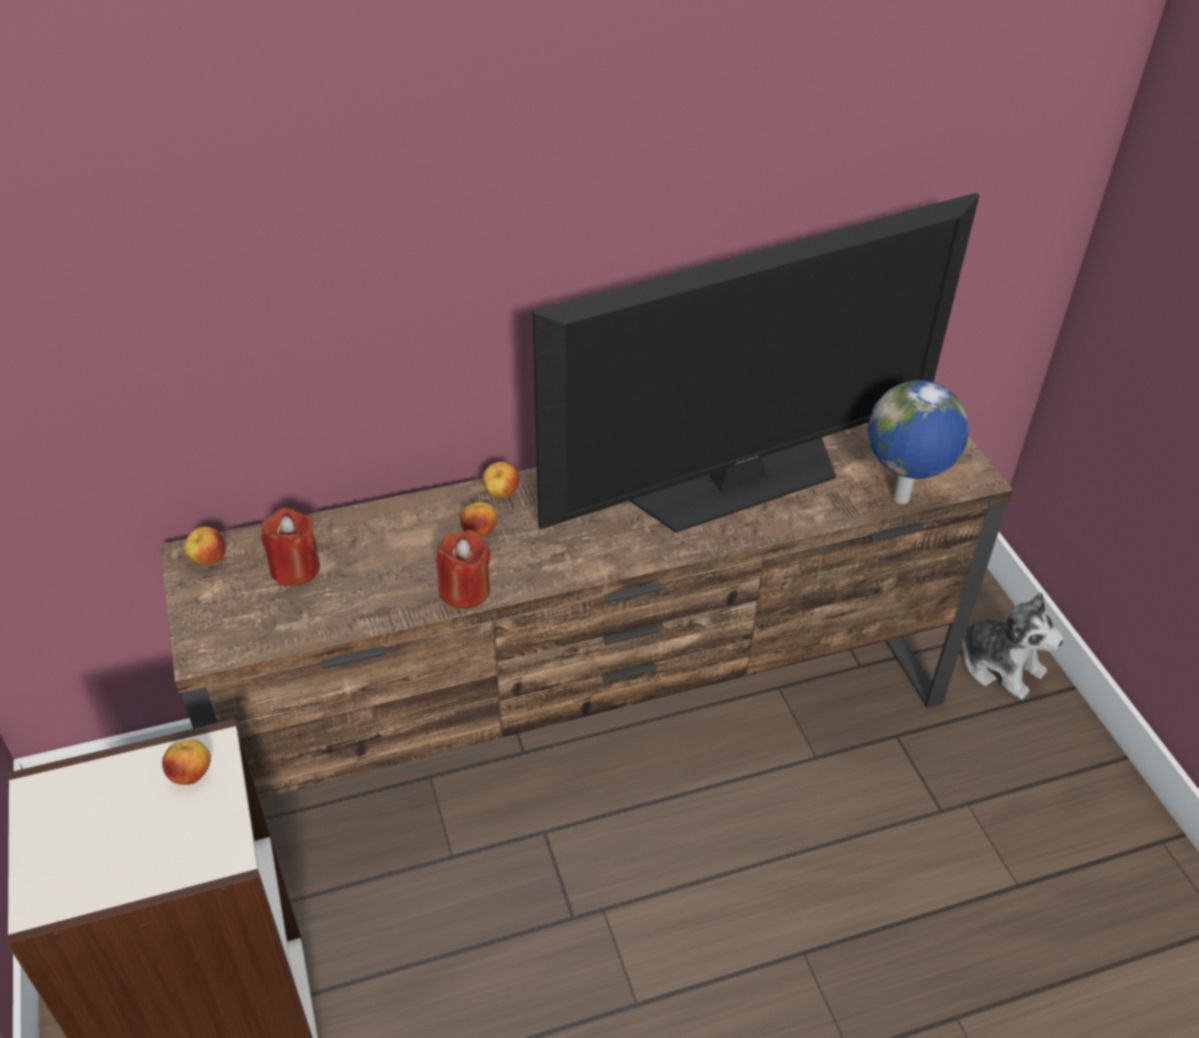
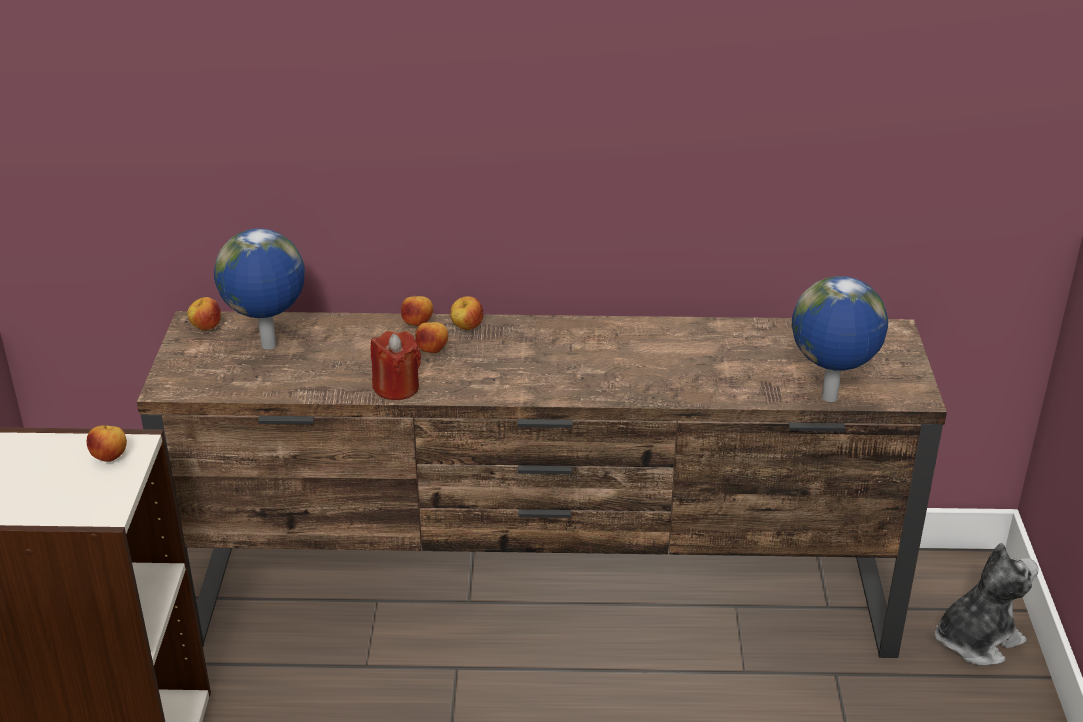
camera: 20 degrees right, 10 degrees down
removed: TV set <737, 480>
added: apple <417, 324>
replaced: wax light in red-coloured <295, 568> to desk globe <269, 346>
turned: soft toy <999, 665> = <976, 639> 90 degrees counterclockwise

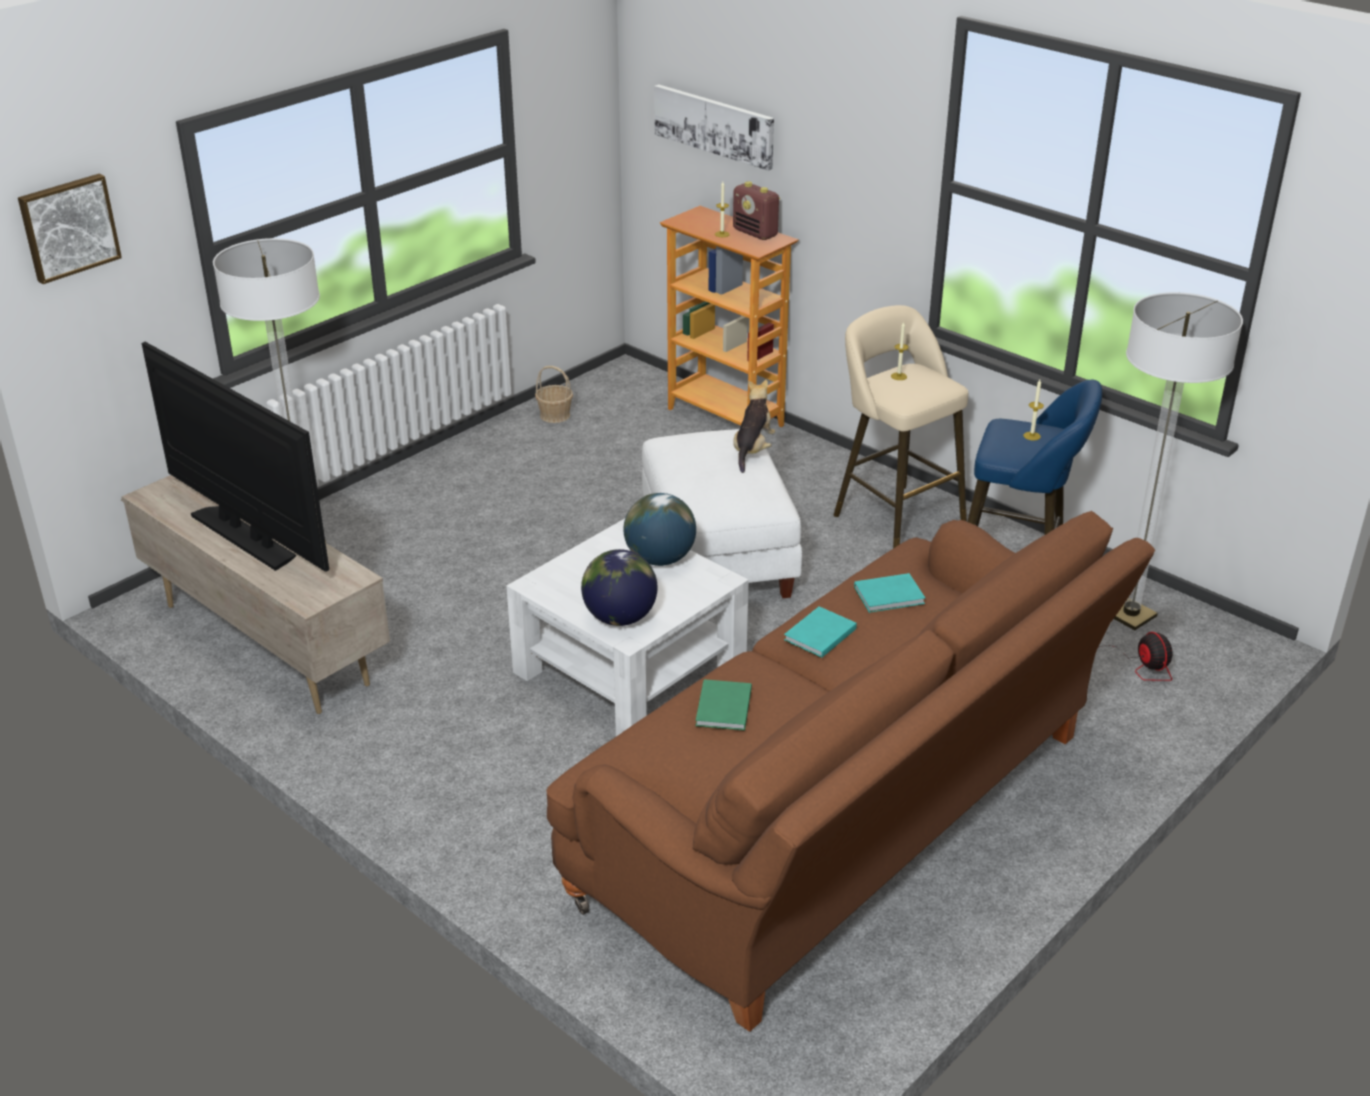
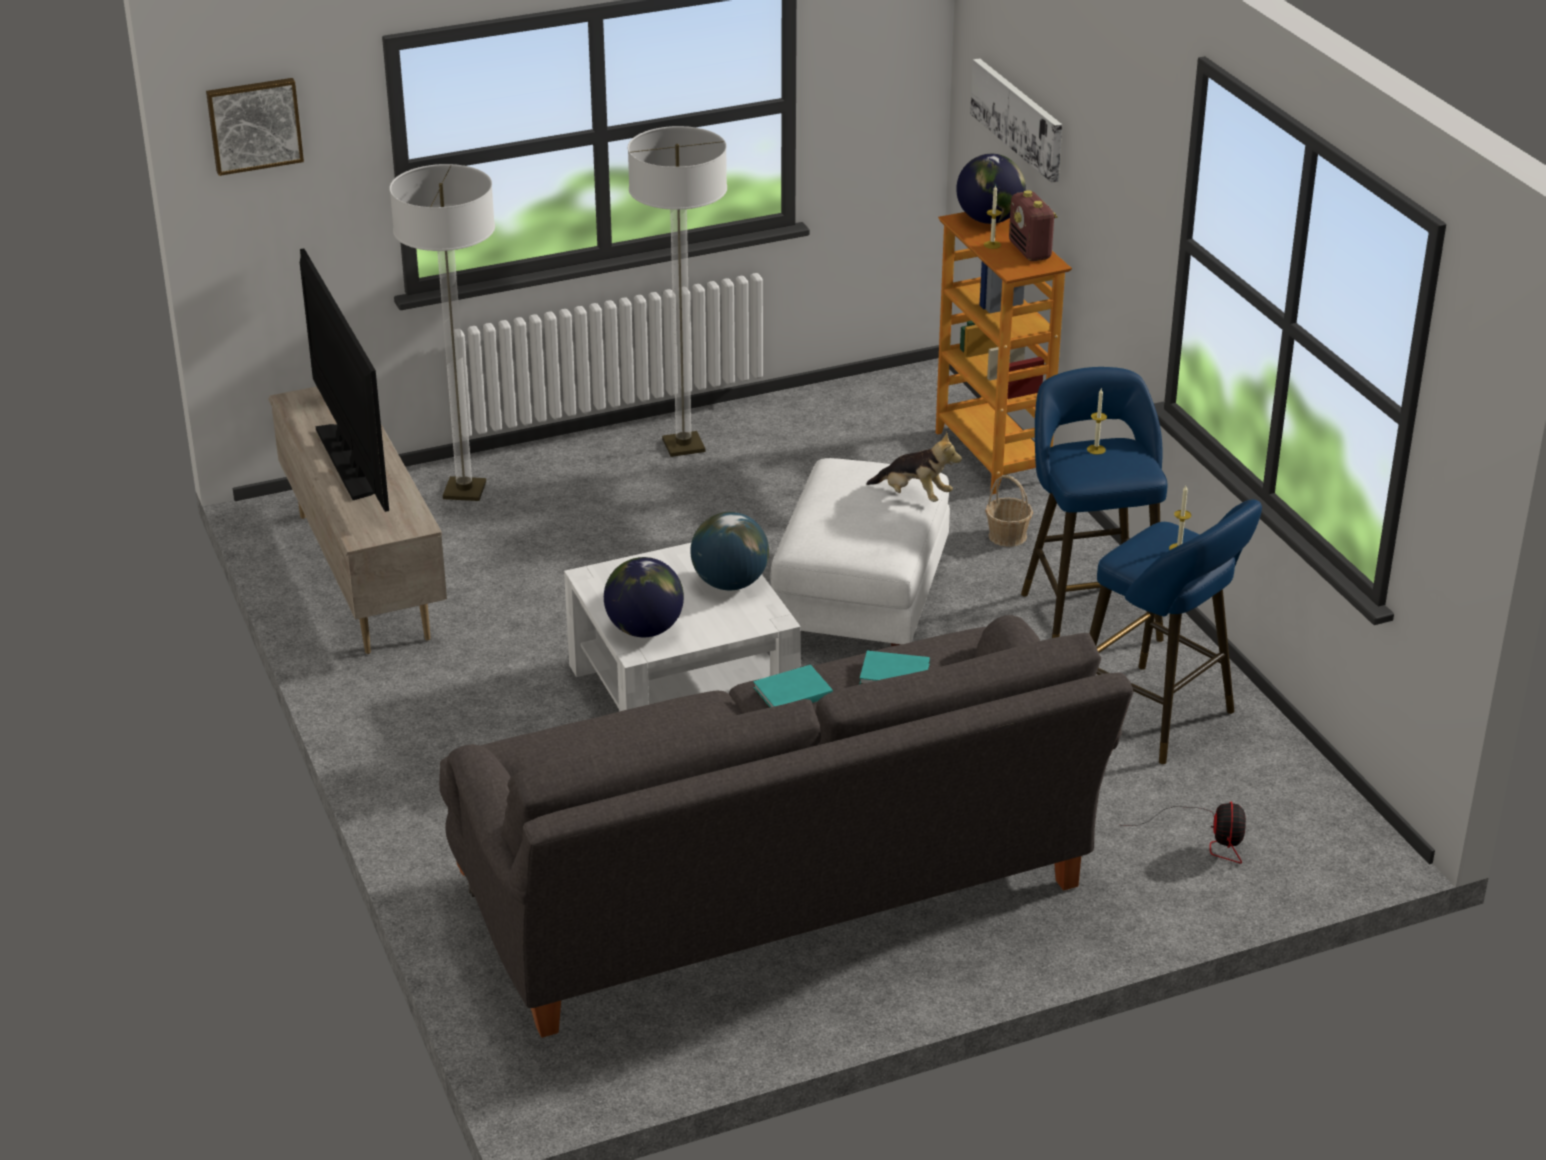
camera: 25 degrees right, 0 degrees up
removed: bound book in greenish <722, 709>
added: desk globe <989, 220>
moved: basket <555, 415> to <1007, 536>; floor lamp <1130, 616> to <683, 446>
recoloured: sofa in brown <849, 823> to sofa in greyish <779, 896>; sitting stool in beige <894, 516> to sitting stool in blue <1088, 612>
turned: soft toy <752, 450> = <914, 495> 75 degrees clockwise

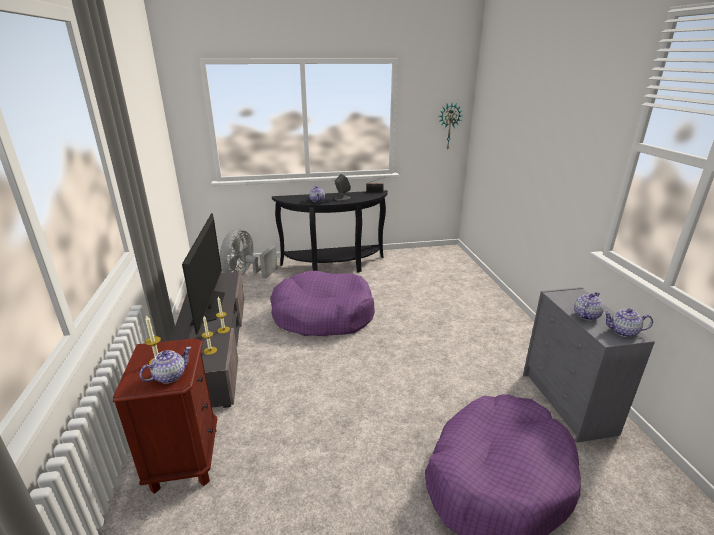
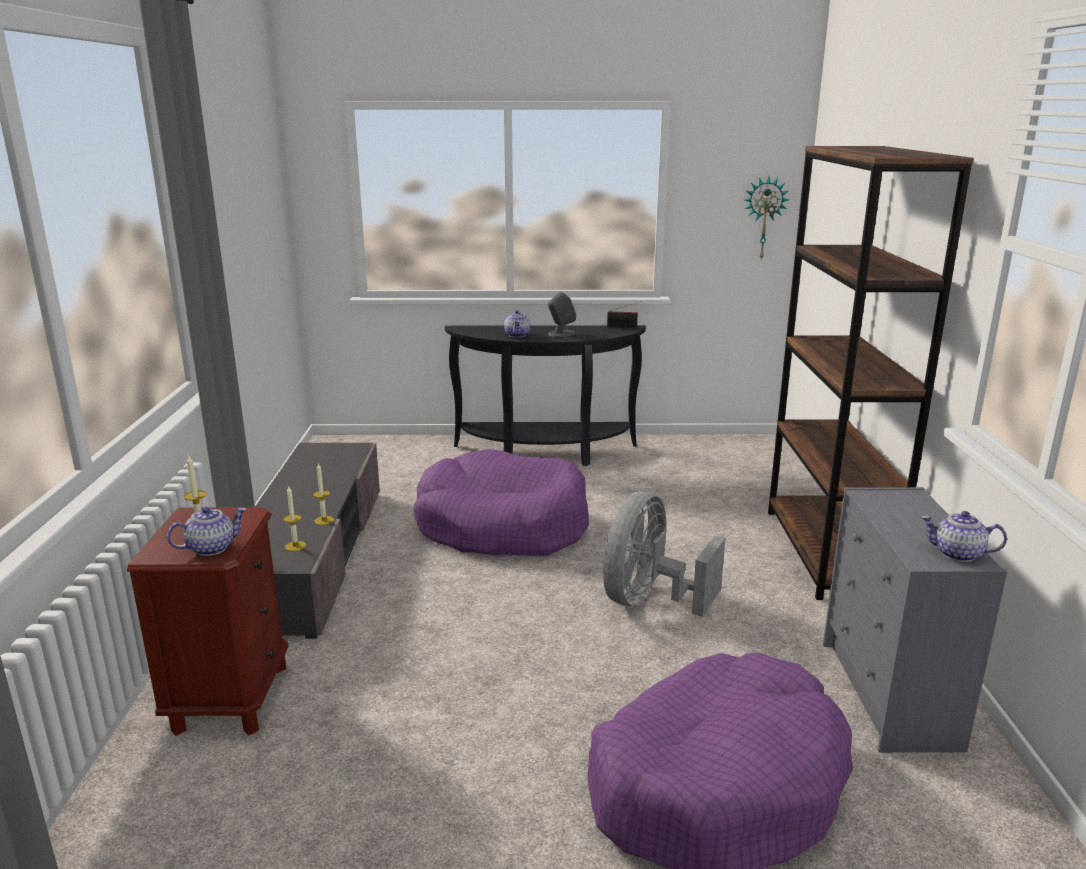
camera: 10 degrees right, 5 degrees down
removed: TV set <209, 306>; teapot <586, 315>
added: shelving unit in brown <826, 552>
moved: fan in greyish <246, 274> to <649, 600>

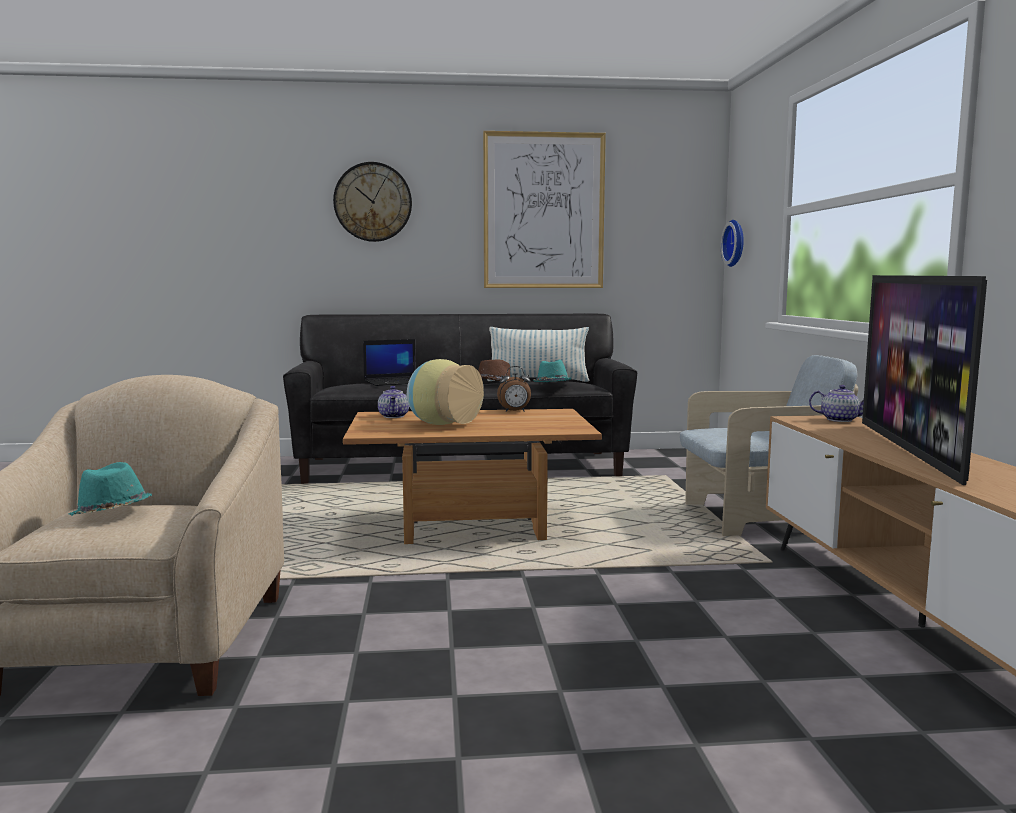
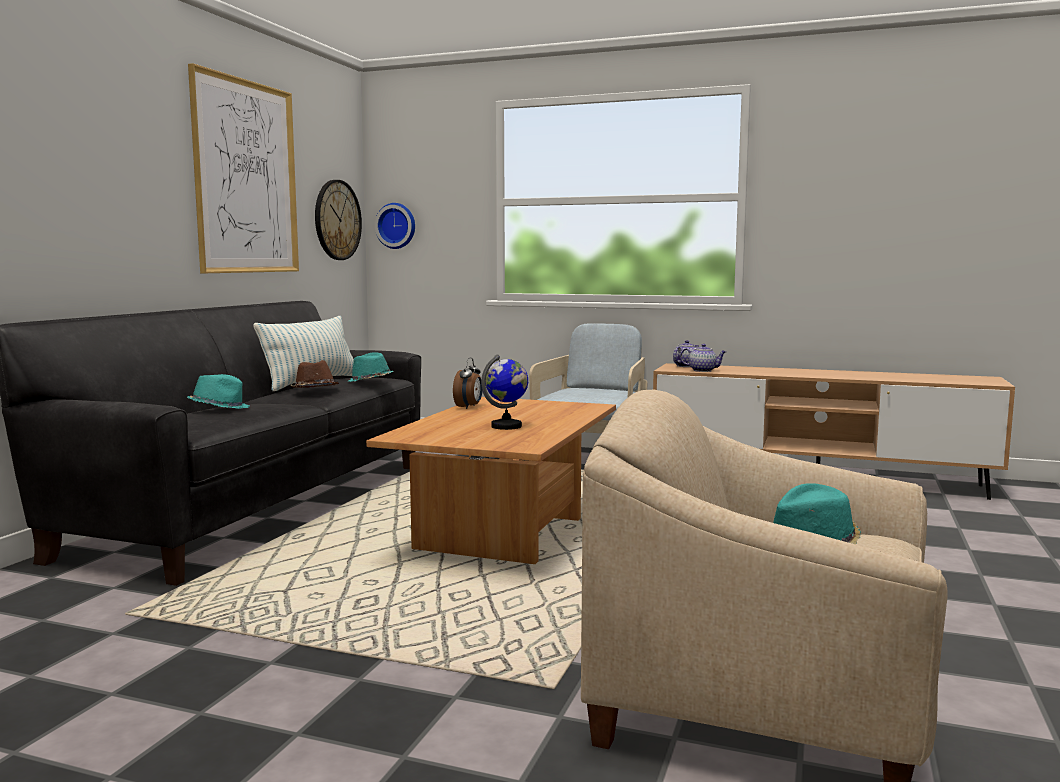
camera: 65 degrees left, 0 degrees up
removed: TV set <910, 450>
moved: hanging clock <373, 202> to <337, 220>; teapot <394, 416> to <703, 370>
replaced: portable computer <396, 382> to wearable hat in turquoise-coloured <219, 408>; flower vase <441, 424> to desk globe <507, 426>

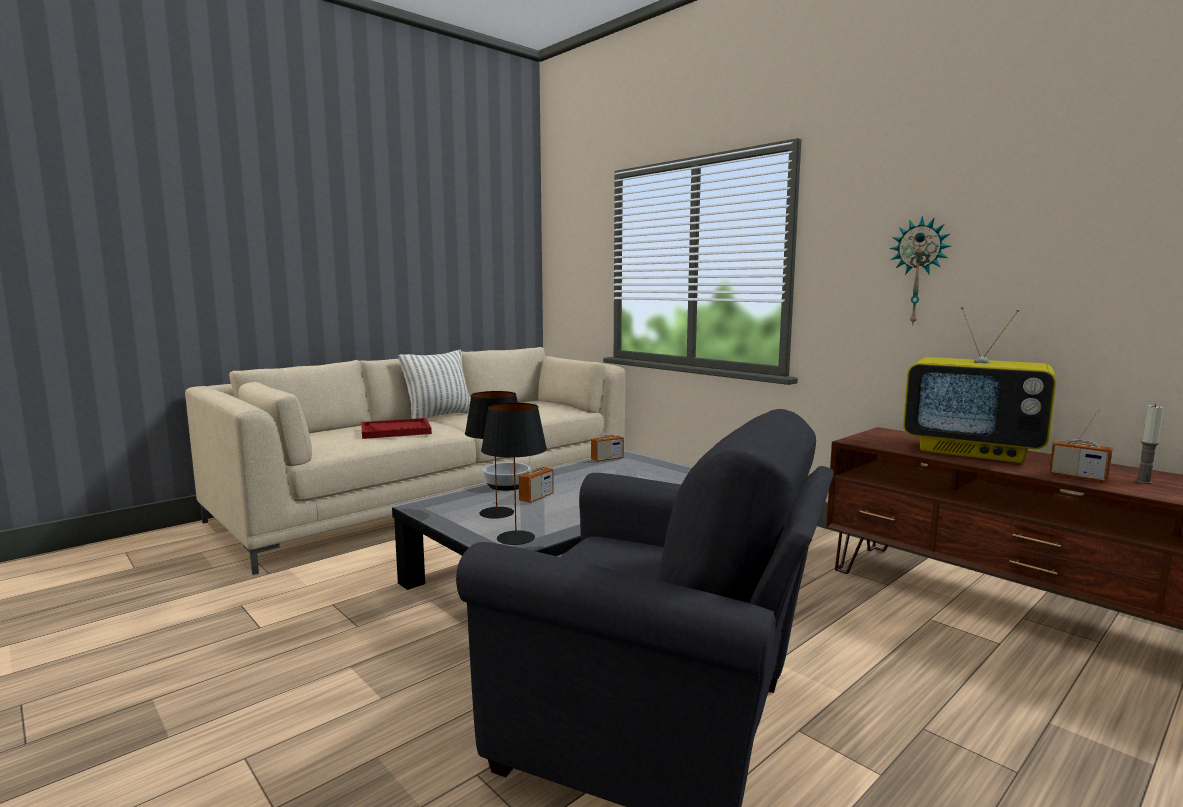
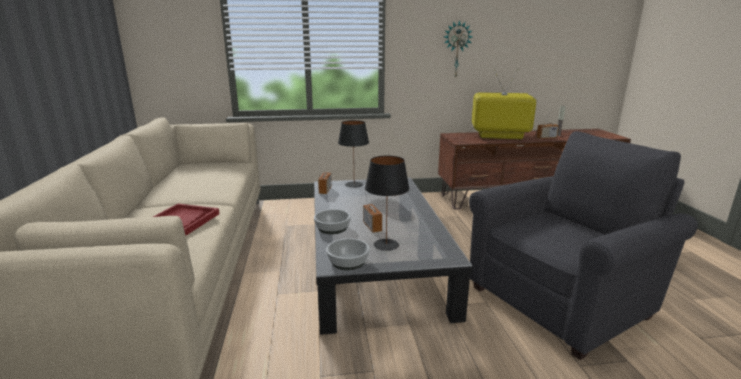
camera: 55 degrees left, 10 degrees up
removed: cushion <439, 416>
added: deep dish <348, 262>
moved: table lamp in blackish <516, 537> to <353, 184>
turned: TV set <973, 451> = <499, 136> 150 degrees counterclockwise

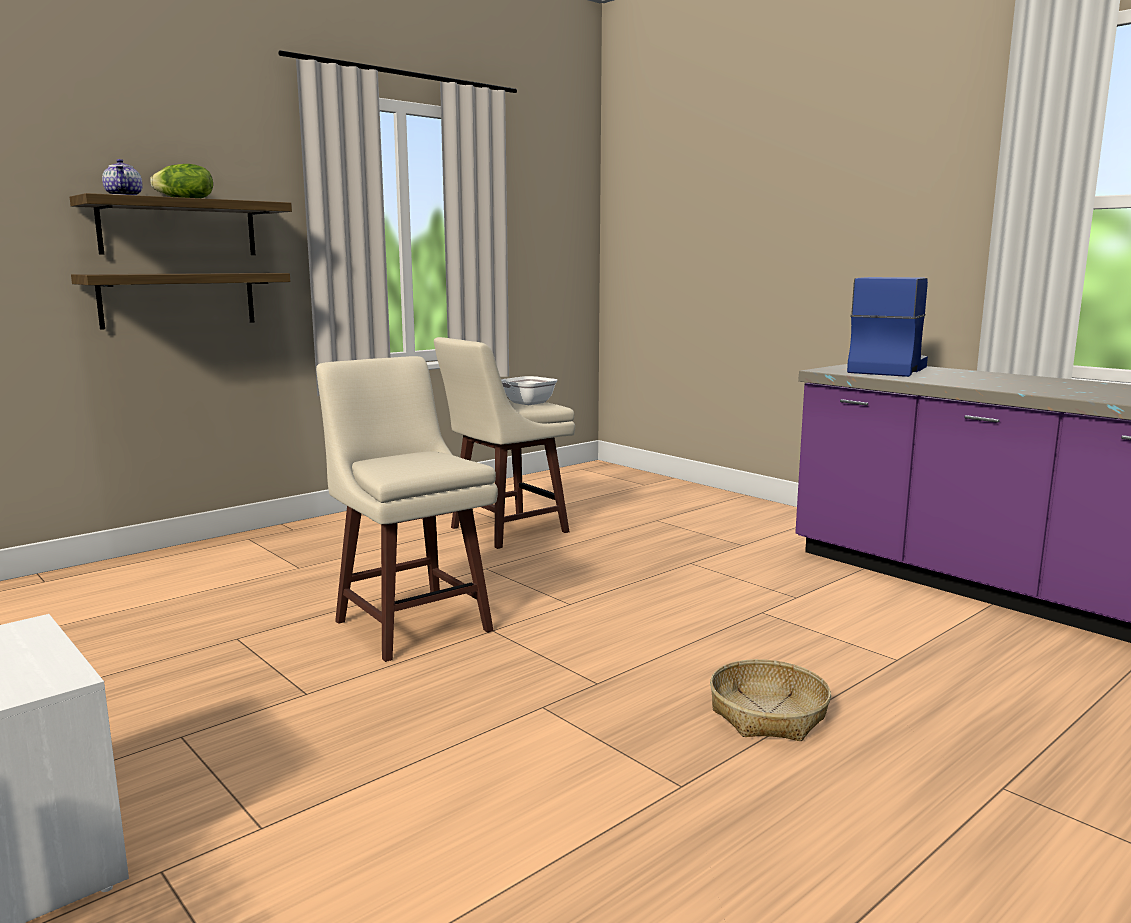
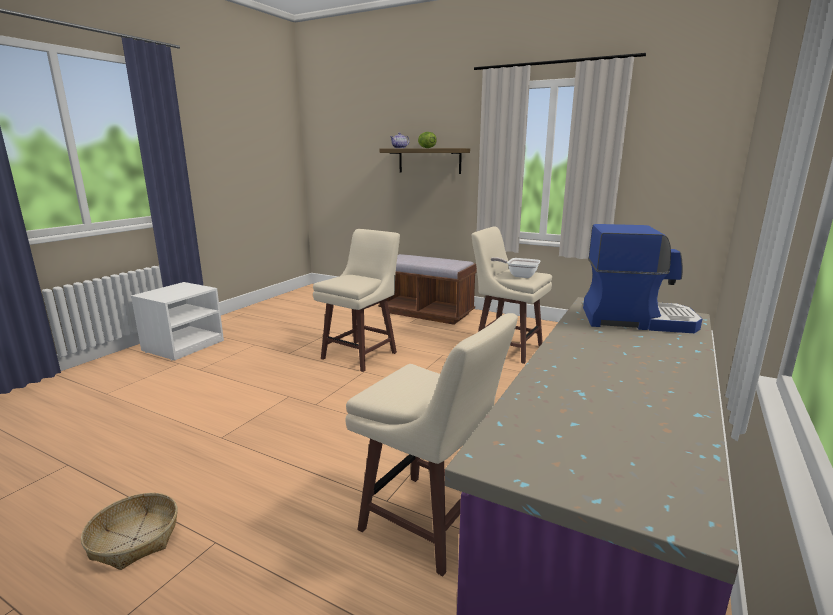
camera: 70 degrees right, 5 degrees up
removed: bracket shelf <178, 299>
added: sitting stool in beige <429, 523>; long seat in brown <426, 313>
moved: basket <767, 714> to <135, 539>

